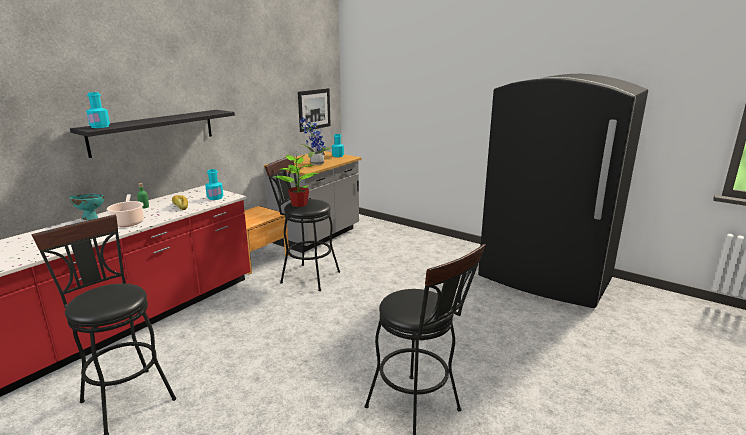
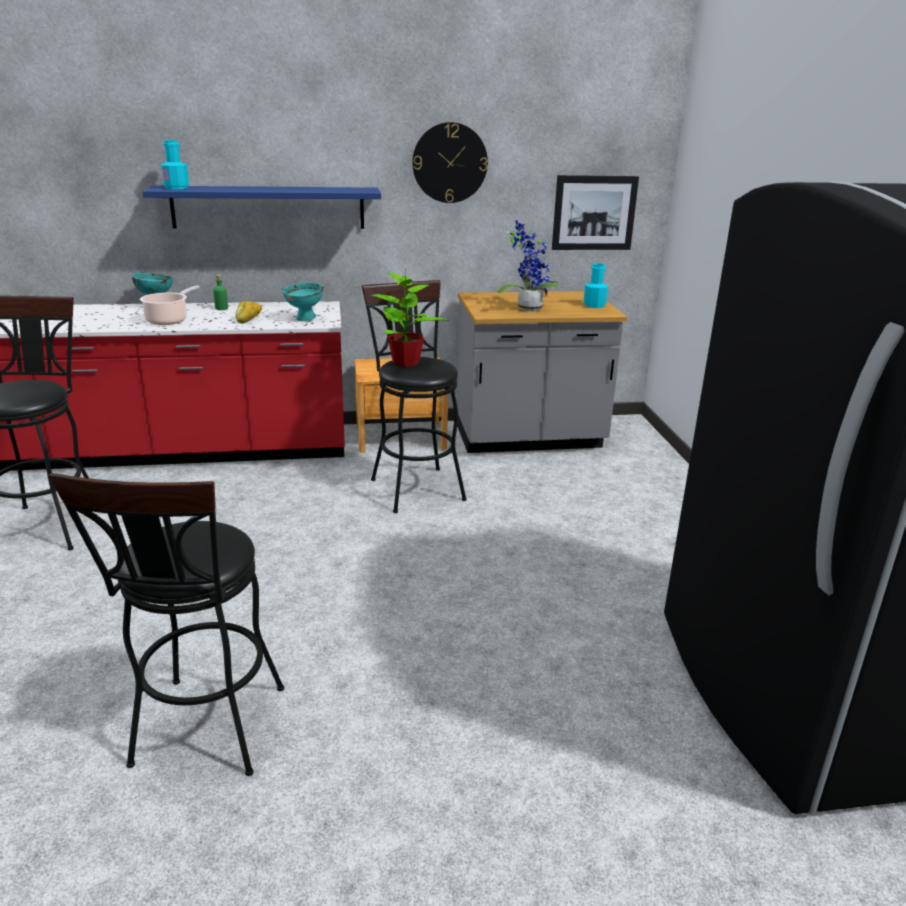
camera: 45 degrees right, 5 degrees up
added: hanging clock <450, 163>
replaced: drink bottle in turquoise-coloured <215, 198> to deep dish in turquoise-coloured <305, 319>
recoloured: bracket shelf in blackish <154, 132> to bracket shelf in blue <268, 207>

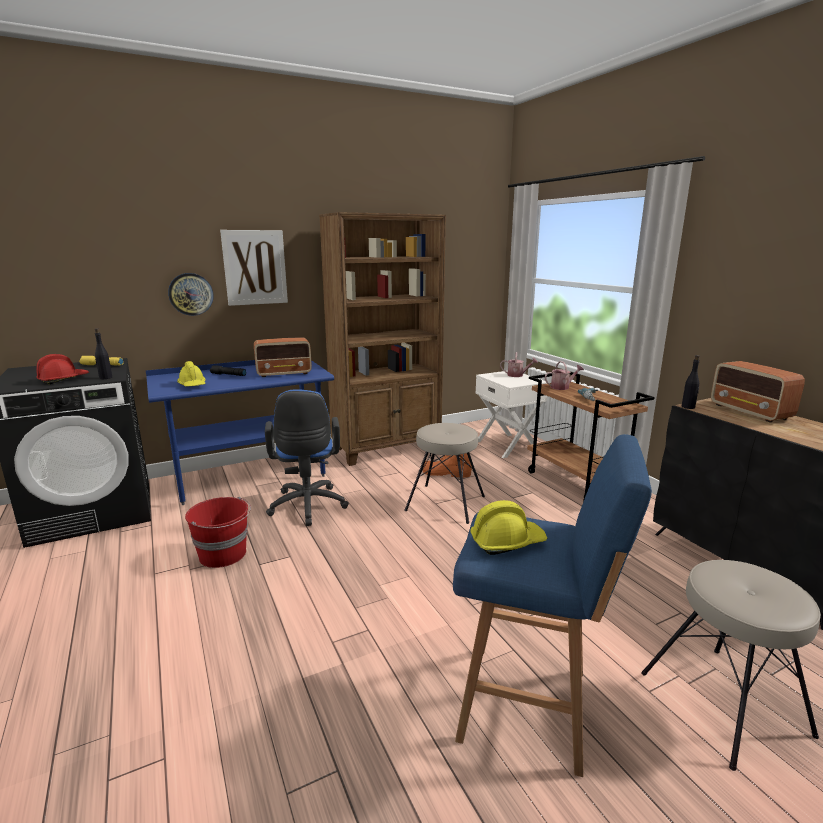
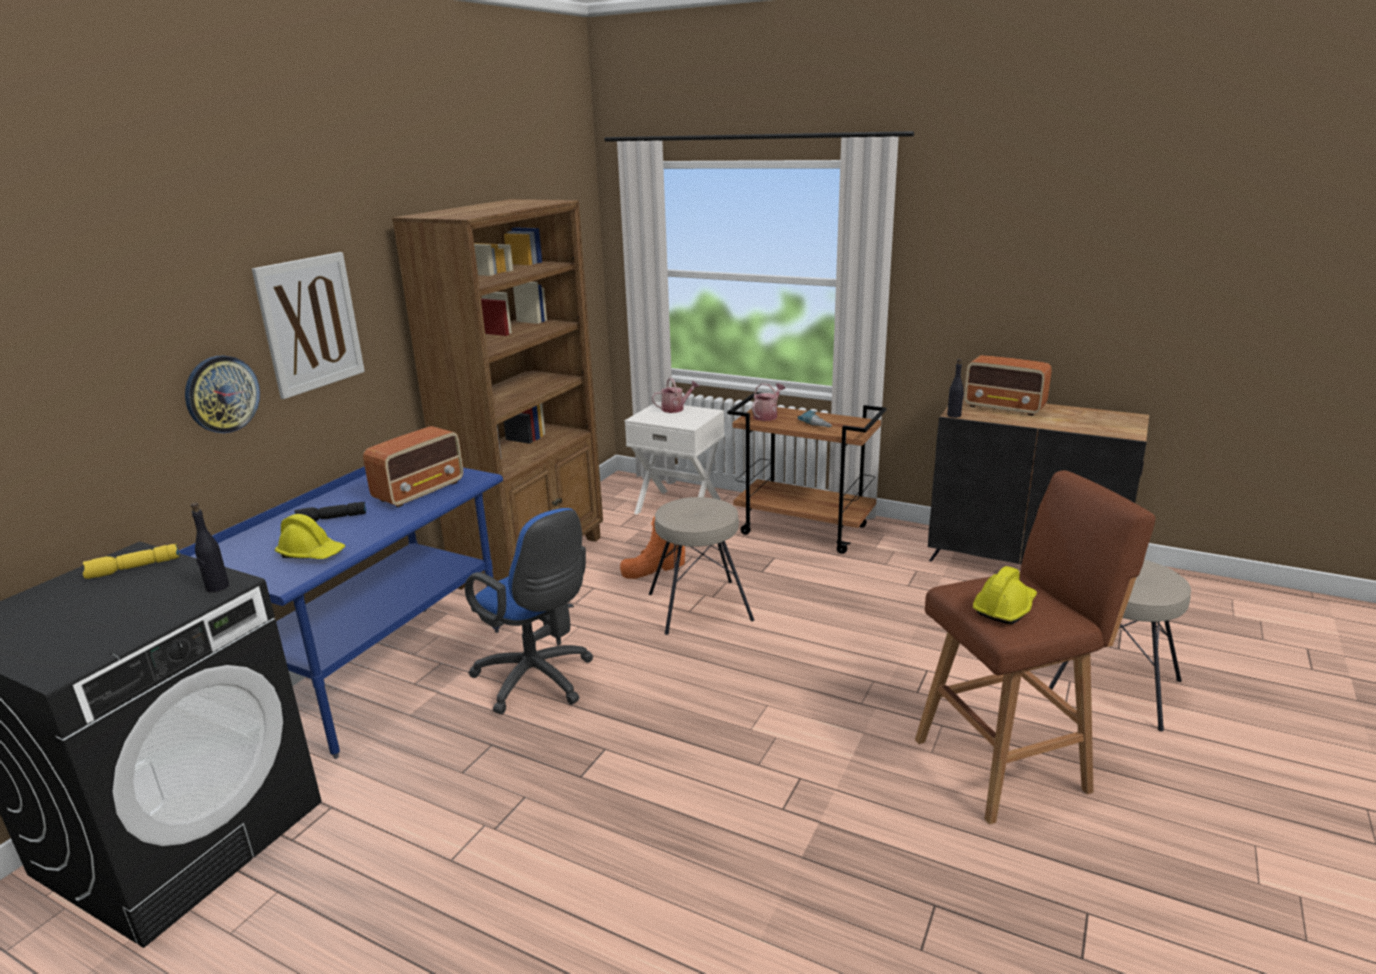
camera: 35 degrees left, 5 degrees up
removed: safety helmet in red-coloured <63, 379>; pail in red-coloured <224, 554>
recoloured: sitting stool in blue <530, 706> to sitting stool in brown <1005, 763>

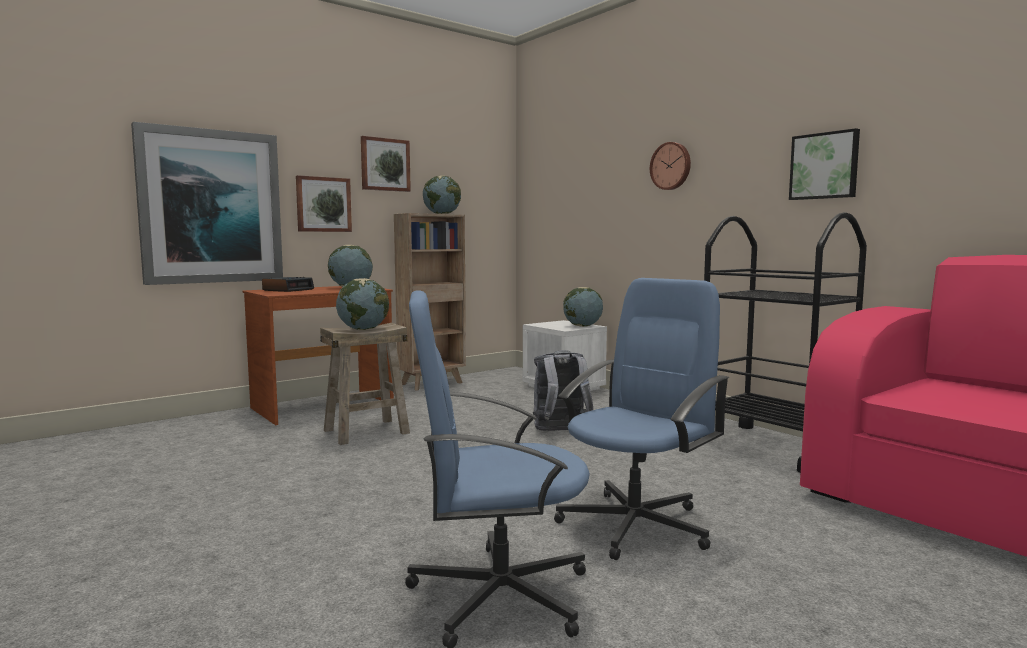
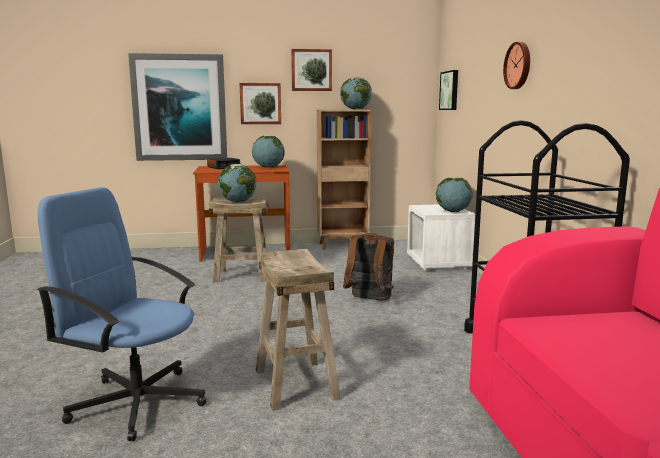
camera: 30 degrees right, 5 degrees up
moved: wall picture <824, 166> to <450, 90>
replaced: computer chair in blue <636, 525> to sitting stool in beige <296, 383>
recoloured: rucksack in greyish <560, 432> to rucksack in brown <369, 300>

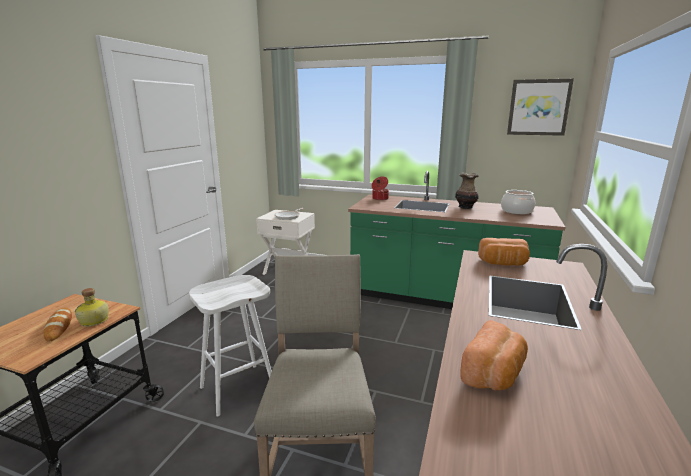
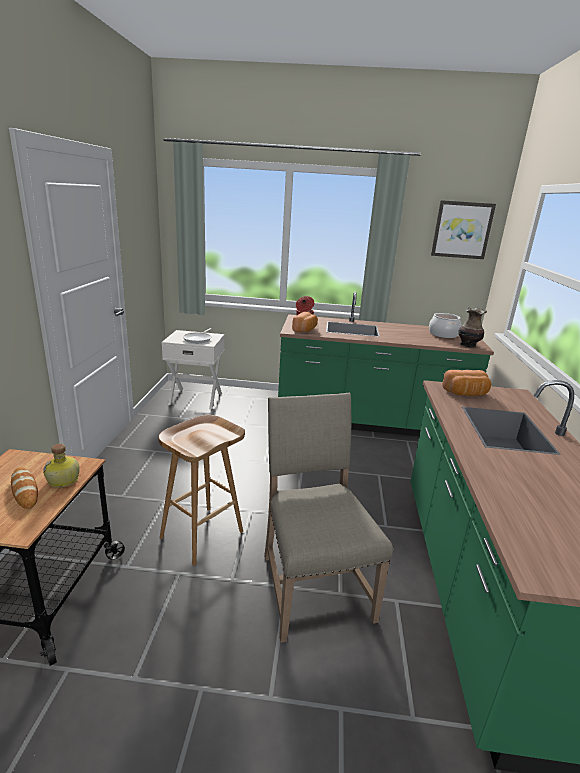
camera: 15 degrees left, 5 degrees up
moved: flower vase <465, 207> to <467, 345>; bakery bread <494, 374> to <305, 330>
recoloured: sitting stool in white-coloured <238, 388> to sitting stool in brown <202, 533>

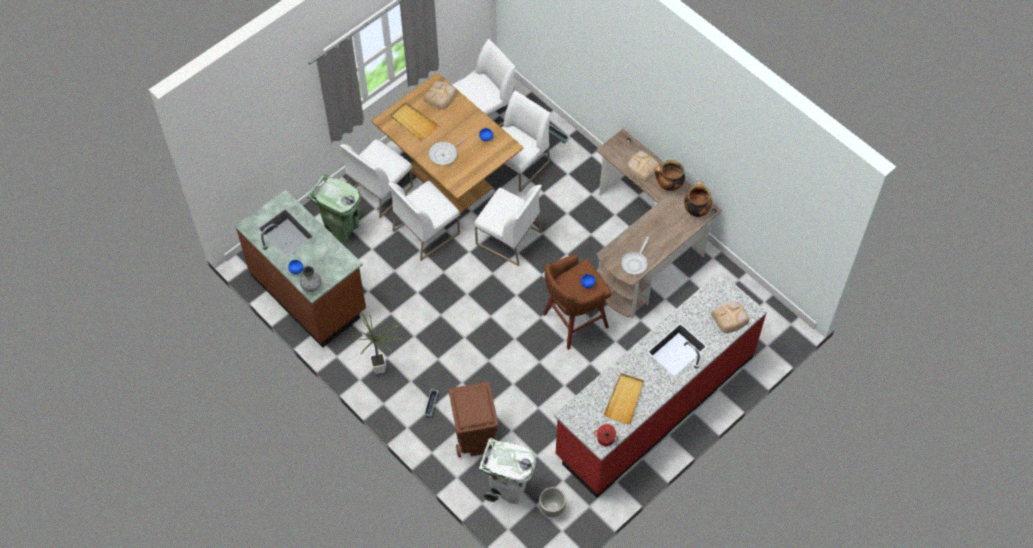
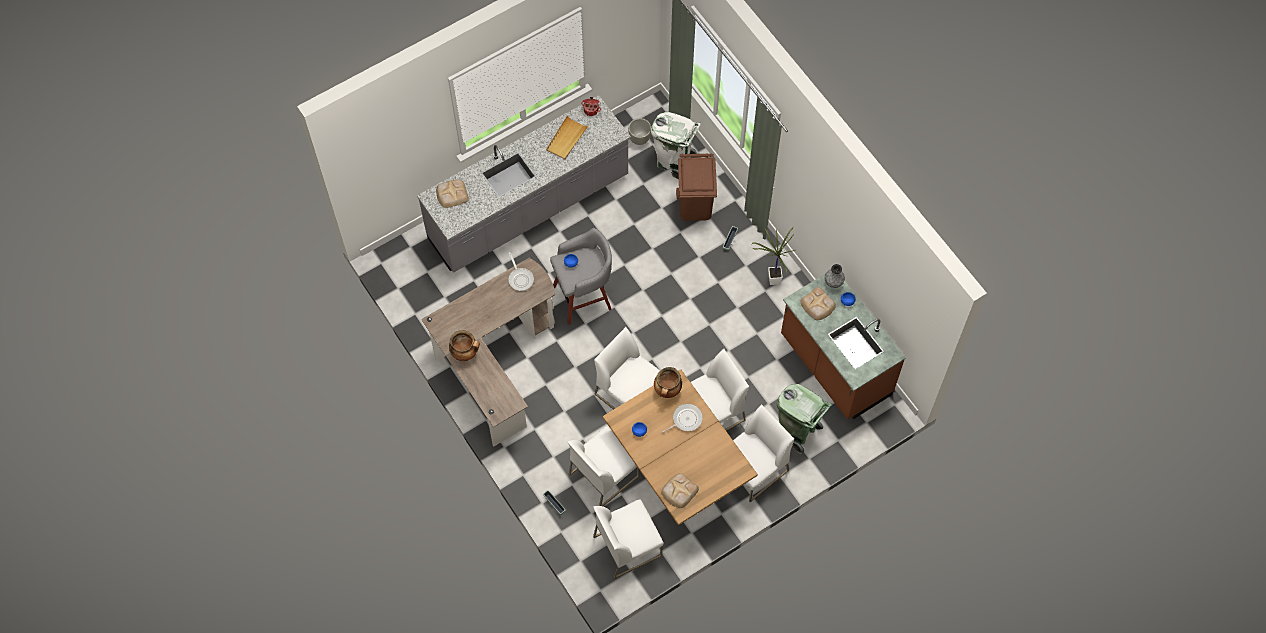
camera: 170 degrees left, 5 degrees up
removed: tray in beige <413, 122>
moved: bakery bread <642, 167> to <817, 305>; stockpot <696, 210> to <667, 391>
recoloured: sitting stool in brown <573, 321> to sitting stool in greyish <584, 297>; counter in red-coloured <654, 405> to counter in greyish <529, 209>
turned: pan <635, 263> = <520, 278> 120 degrees clockwise

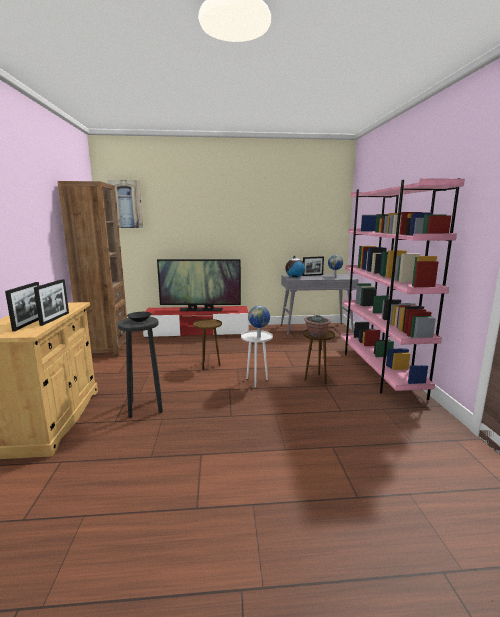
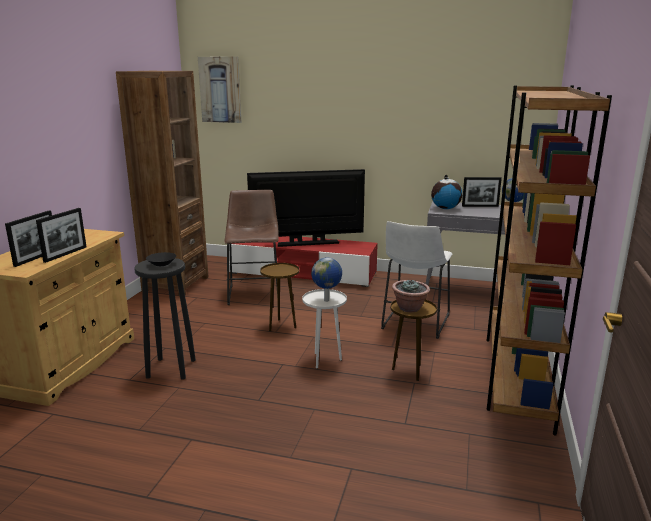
camera: 20 degrees right, 5 degrees up
added: sitting stool in brown <254, 292>; sitting stool in white-coloured <414, 323>
recoloured: shelving unit in pink-coloured <378, 371> to shelving unit in brown <516, 375>
turned: TV set <200, 310> = <307, 243> 150 degrees clockwise

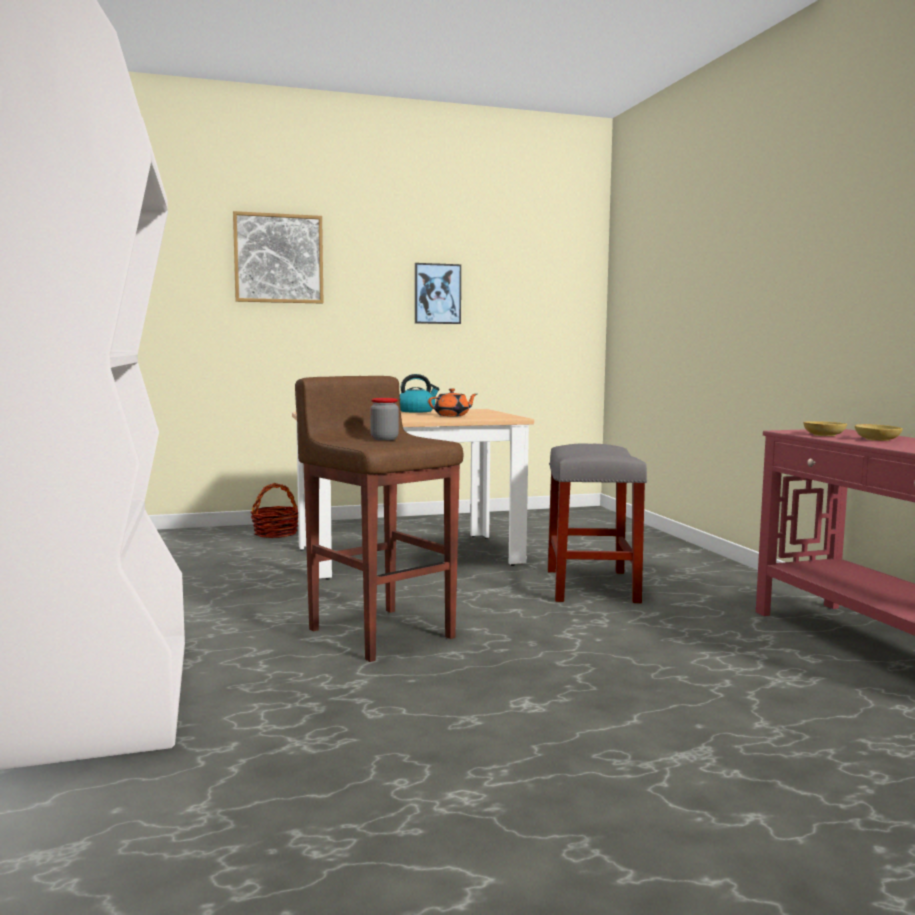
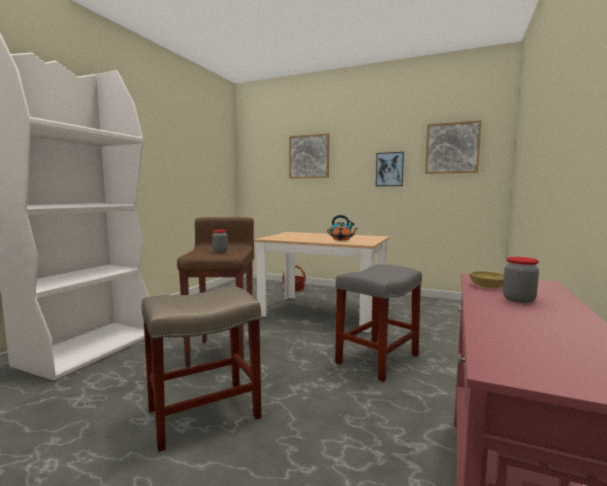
camera: 40 degrees right, 0 degrees up
added: sitting stool in beige <205, 412>; wall picture <452, 148>
replaced: deep dish in beige <877, 439> to preserve jar <518, 300>

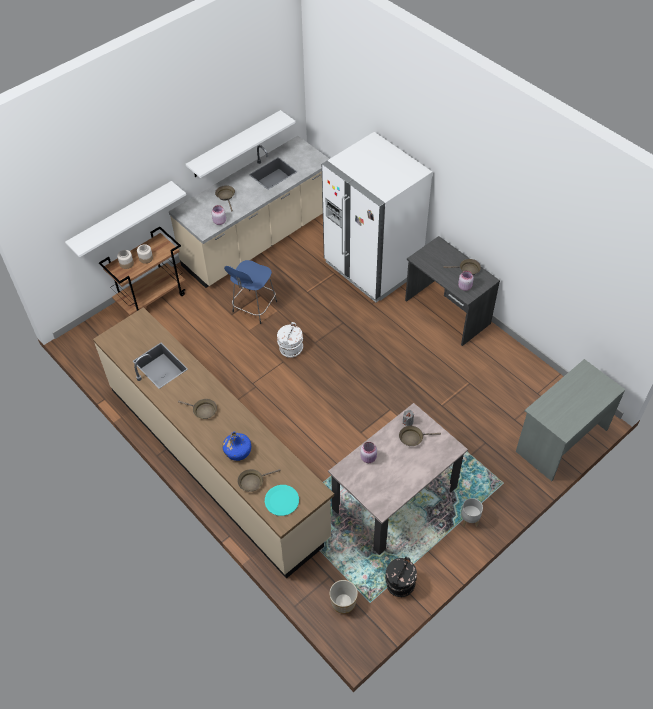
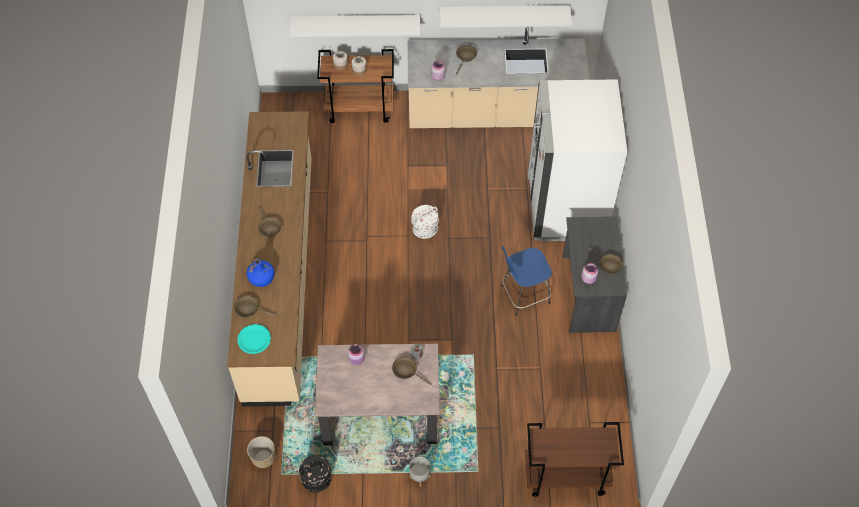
camera: 40 degrees right, 5 degrees up
moved: sitting stool in blue <254, 308> to <523, 295>
replaced: desk in greyish <560, 440> to wheeled cart in brown <565, 476>

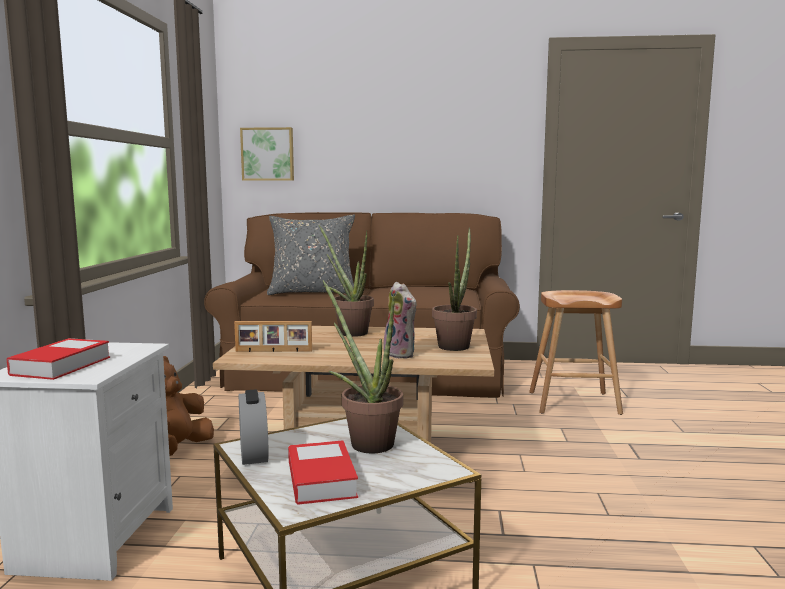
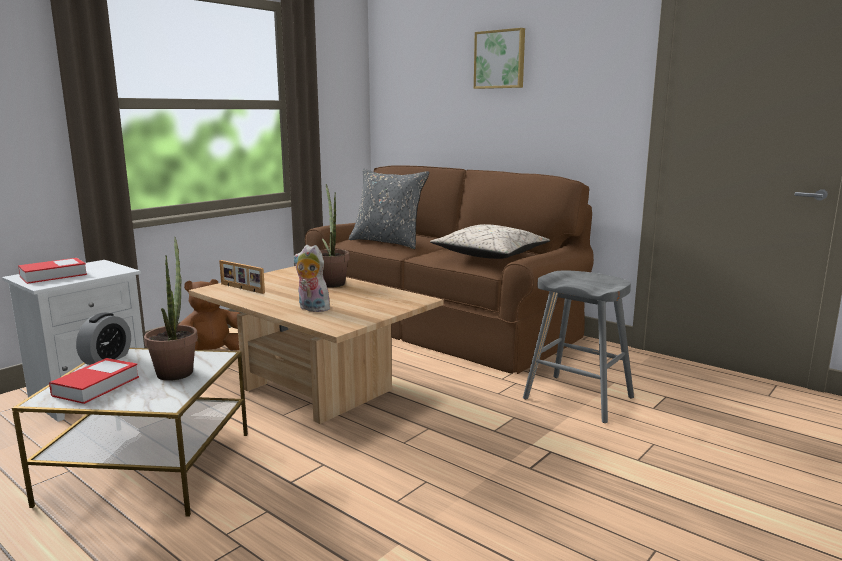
camera: 35 degrees right, 5 degrees up
removed: houseplant <455, 345>
added: cushion in beige <490, 256>
moved: wall picture <268, 154> to <500, 59>
recoloured: sitting stool in brown <573, 403> to sitting stool in greyish <577, 398>
turned: soft toy <402, 354> = <311, 309> 120 degrees clockwise

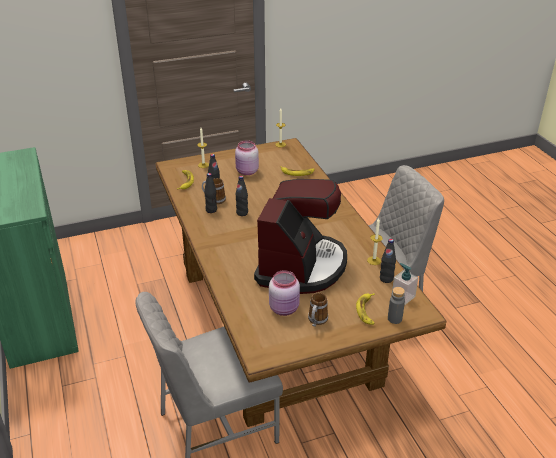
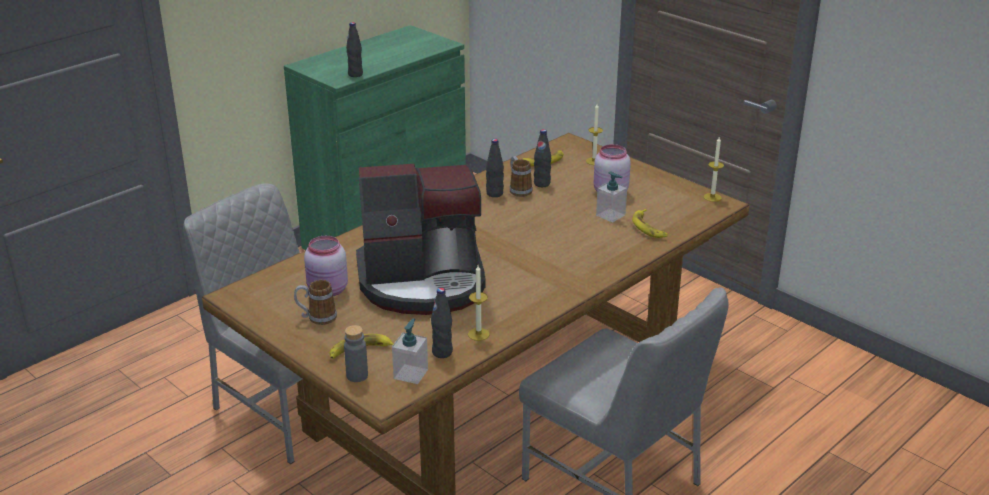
camera: 65 degrees right, 5 degrees down
added: soap dispenser <610, 215>
moved: drink bottle in blackish <242, 213> to <355, 74>

